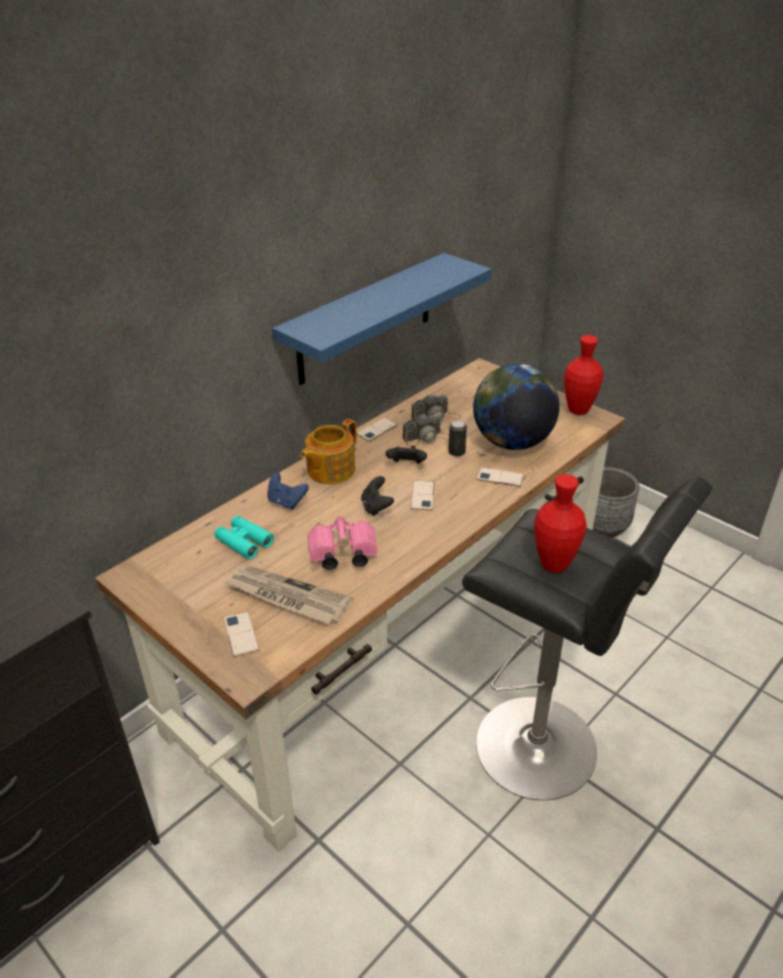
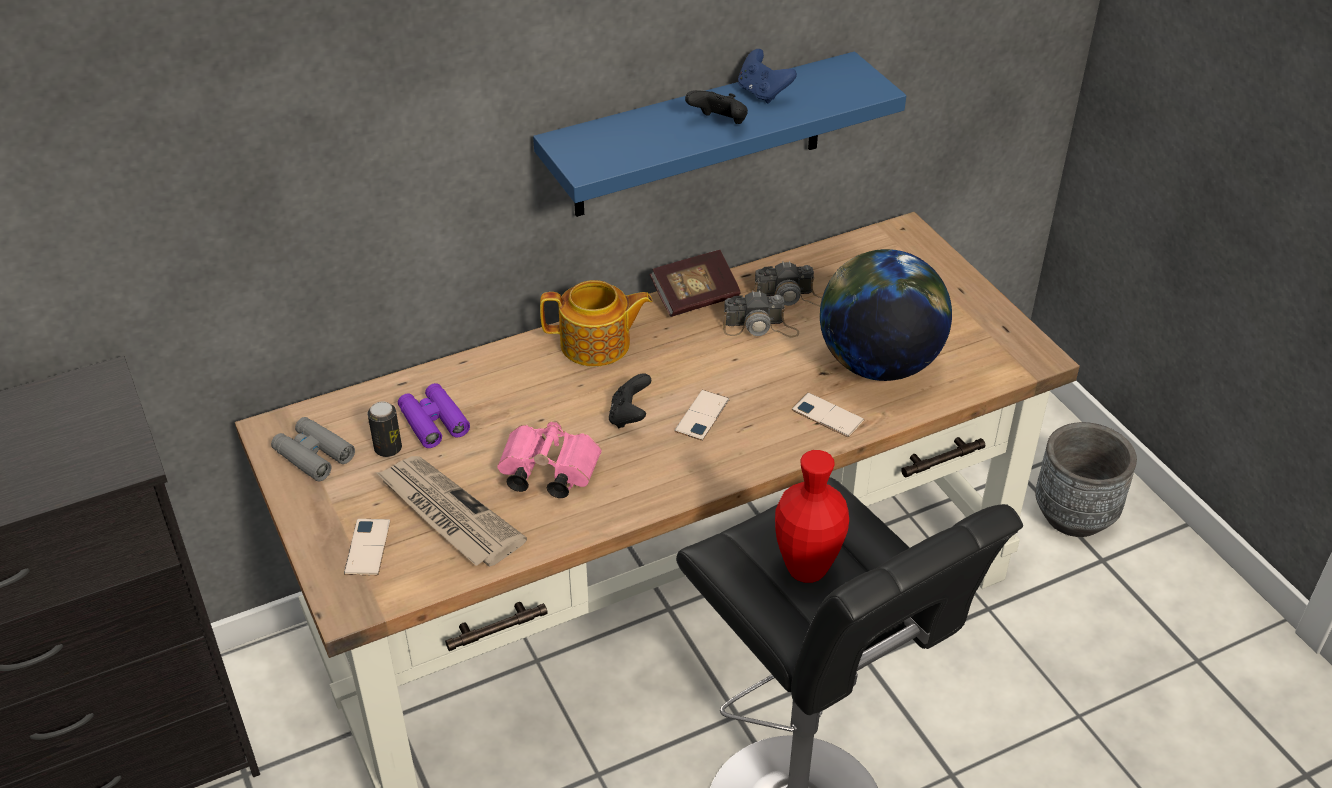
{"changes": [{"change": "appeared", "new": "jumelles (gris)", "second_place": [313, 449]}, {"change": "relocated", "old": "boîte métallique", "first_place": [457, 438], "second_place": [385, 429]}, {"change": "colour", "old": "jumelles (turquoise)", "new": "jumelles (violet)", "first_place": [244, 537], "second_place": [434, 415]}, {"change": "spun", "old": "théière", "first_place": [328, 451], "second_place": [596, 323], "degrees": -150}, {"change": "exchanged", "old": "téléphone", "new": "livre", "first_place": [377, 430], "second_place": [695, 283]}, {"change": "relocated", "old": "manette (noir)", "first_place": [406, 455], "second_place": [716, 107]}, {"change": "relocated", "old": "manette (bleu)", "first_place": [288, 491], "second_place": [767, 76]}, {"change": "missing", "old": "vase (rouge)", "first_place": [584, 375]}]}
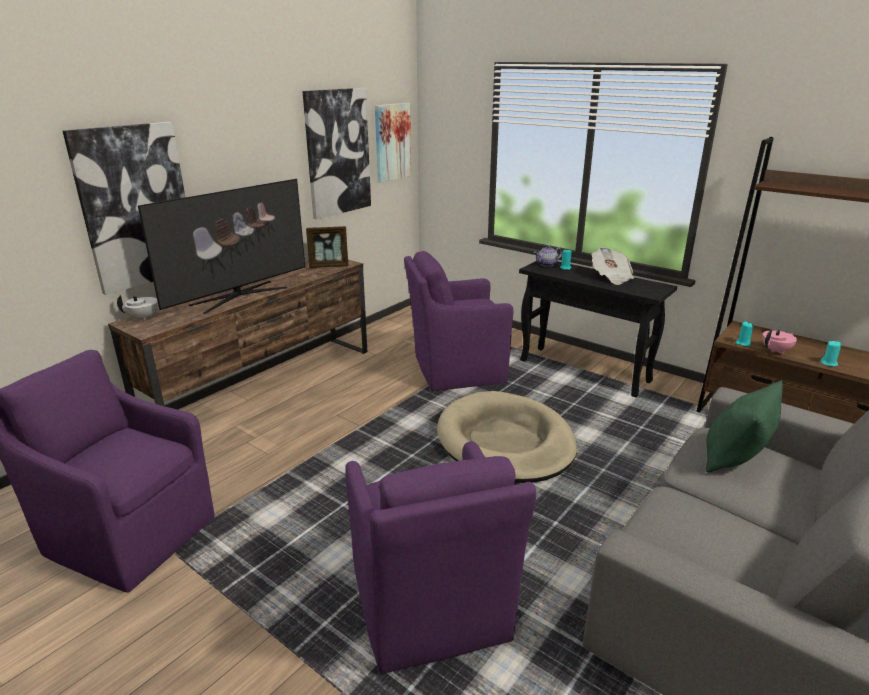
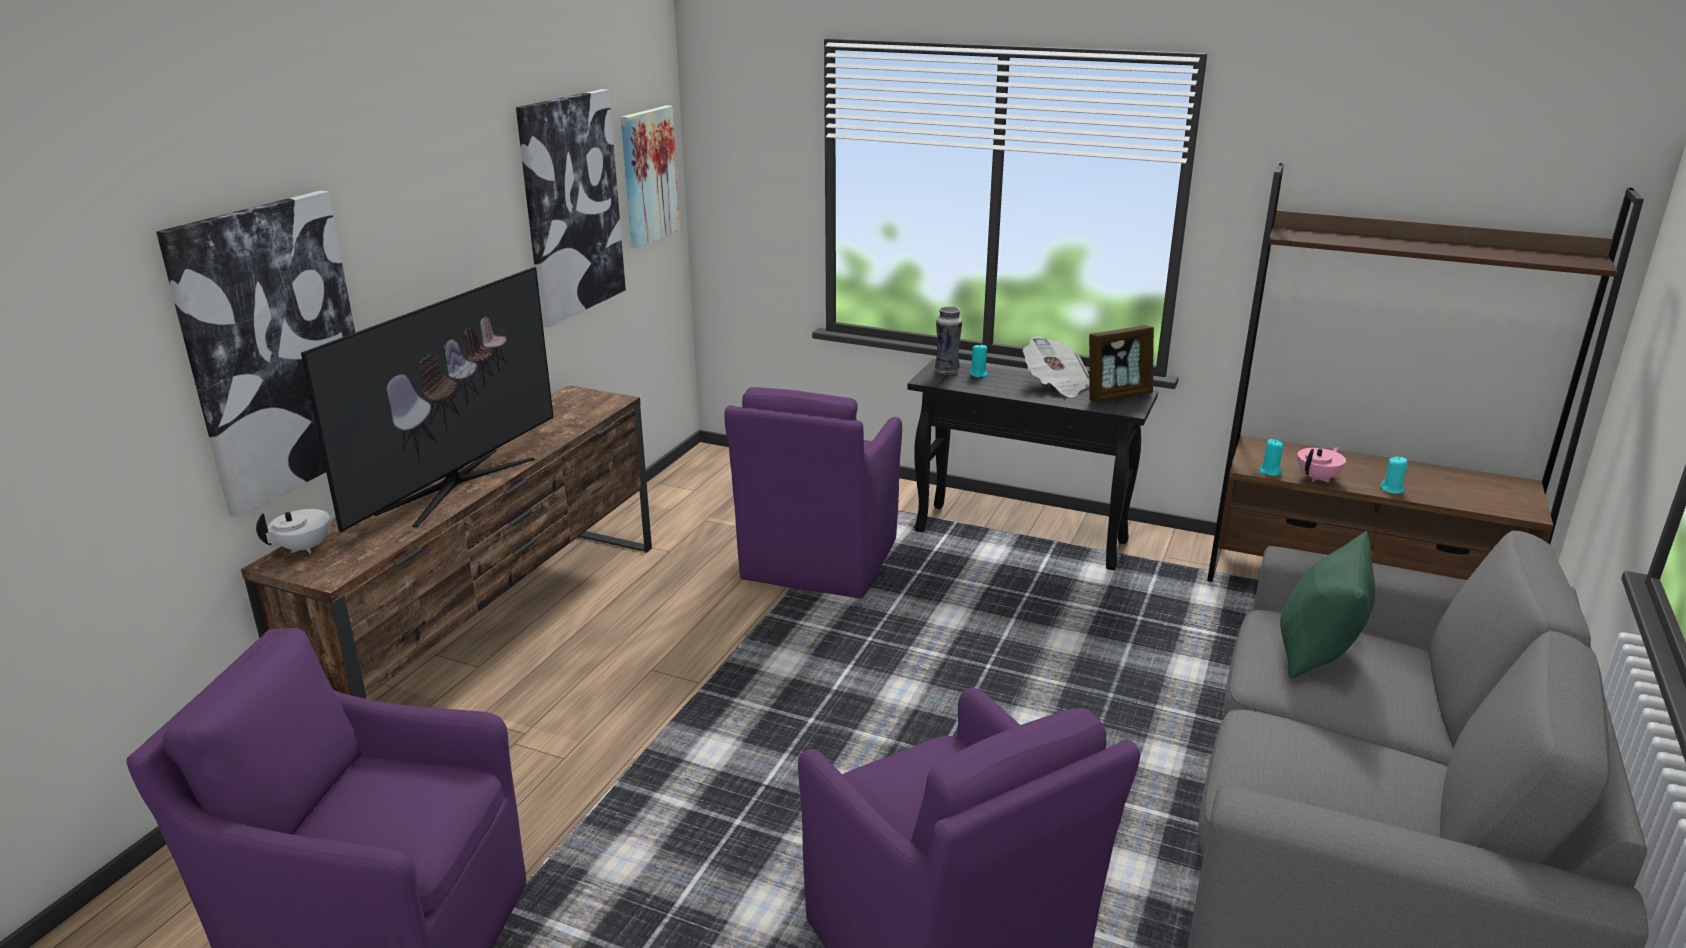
{"changes": [{"change": "spun", "old": "fauteuil (violet)", "first_place": [459, 321], "second_place": [813, 492], "degrees": -45}, {"change": "exchanged", "old": "théière", "new": "vase", "first_place": [548, 256], "second_place": [948, 340]}, {"change": "relocated", "old": "cadre photo", "first_place": [327, 247], "second_place": [1121, 363]}, {"change": "missing", "old": "panier pour chien (beige)", "first_place": [507, 437]}]}
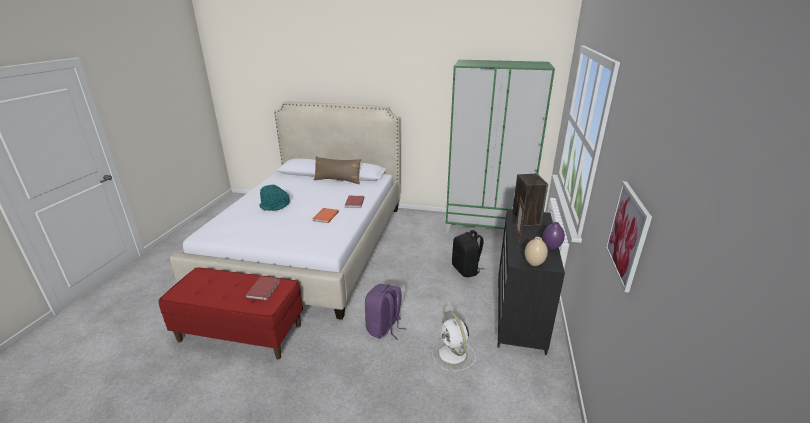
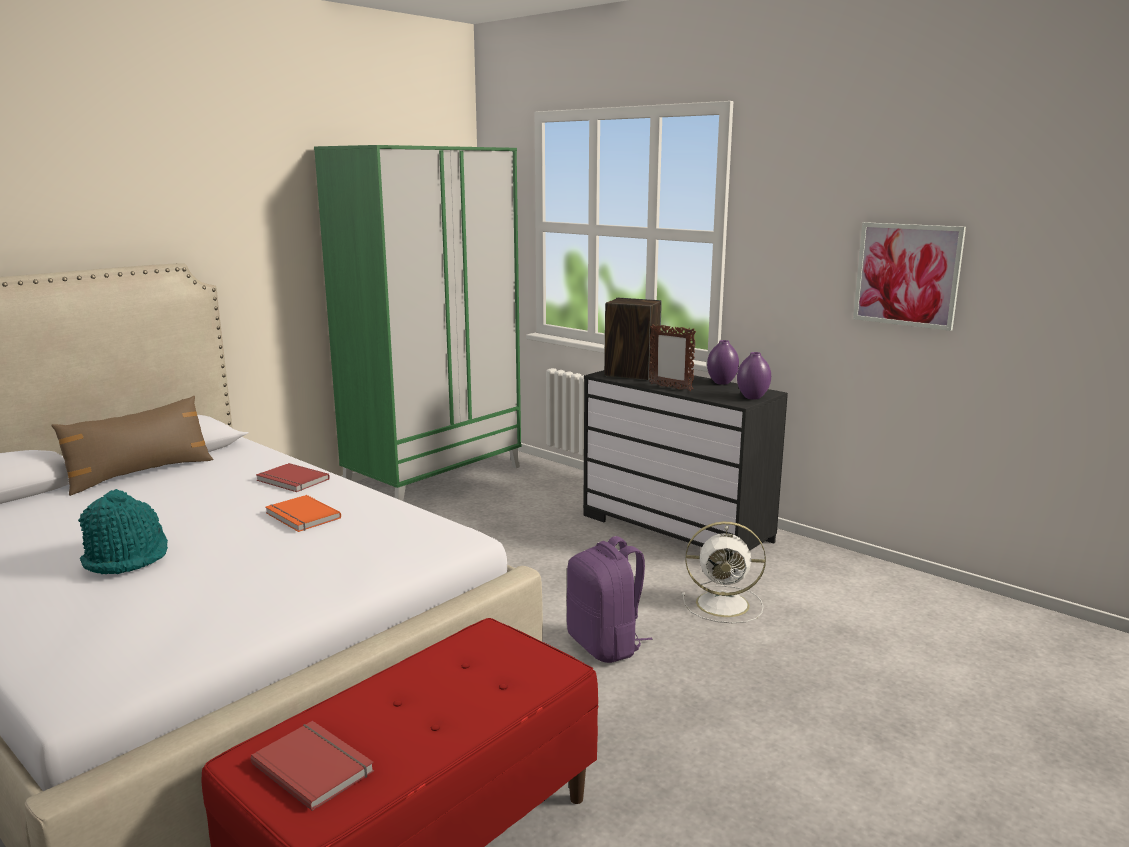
{"changes": [{"change": "relocated", "old": "livre (rouge)", "first_place": [263, 288], "second_place": [312, 766]}, {"change": "colour", "old": "vase (beige)", "new": "vase (violet)", "first_place": [536, 251], "second_place": [754, 375]}, {"change": "missing", "old": "sac à dos (noir)", "first_place": [468, 253]}]}
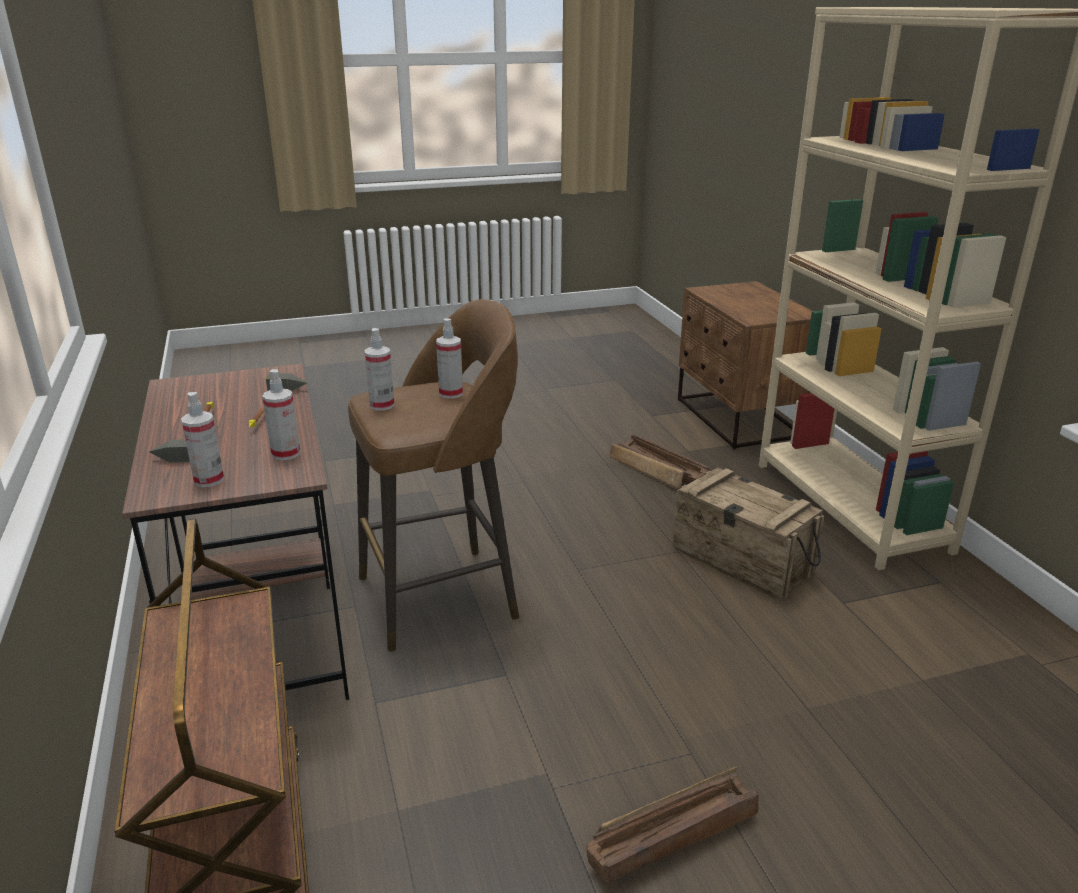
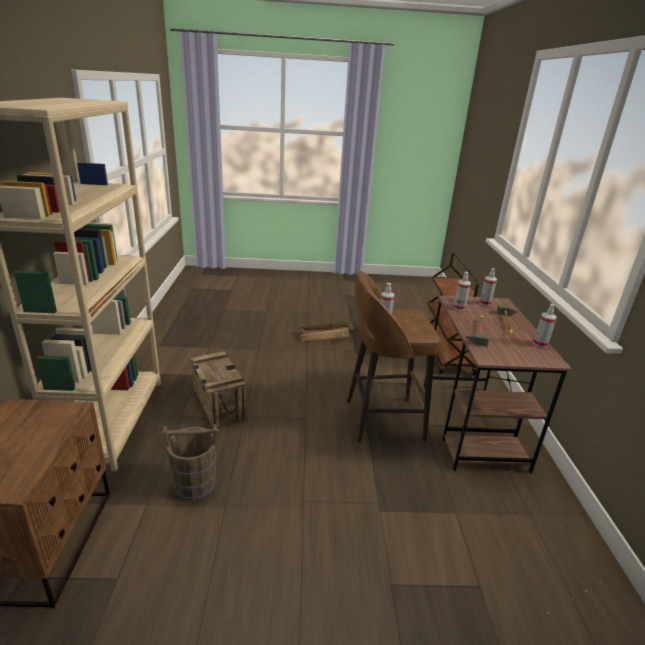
{"changes": [{"change": "exchanged", "old": "caisse", "new": "seau (marron)", "first_place": [659, 462], "second_place": [190, 462]}, {"change": "relocated", "old": "vaporisateur", "first_place": [379, 369], "second_place": [545, 326]}]}
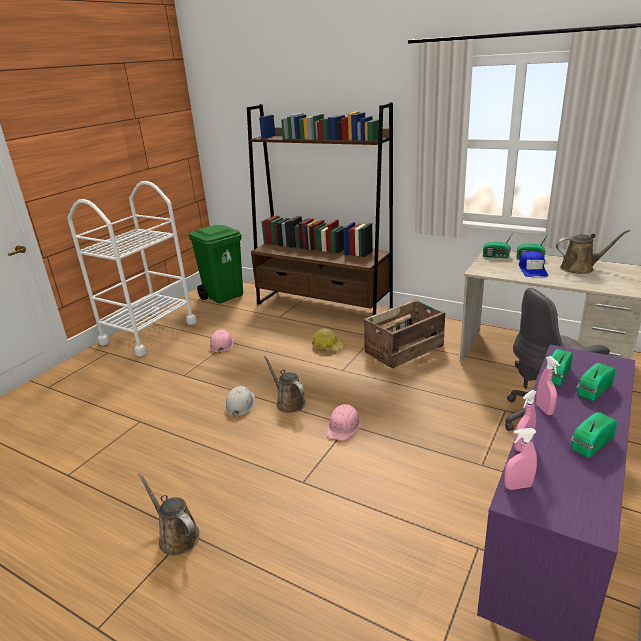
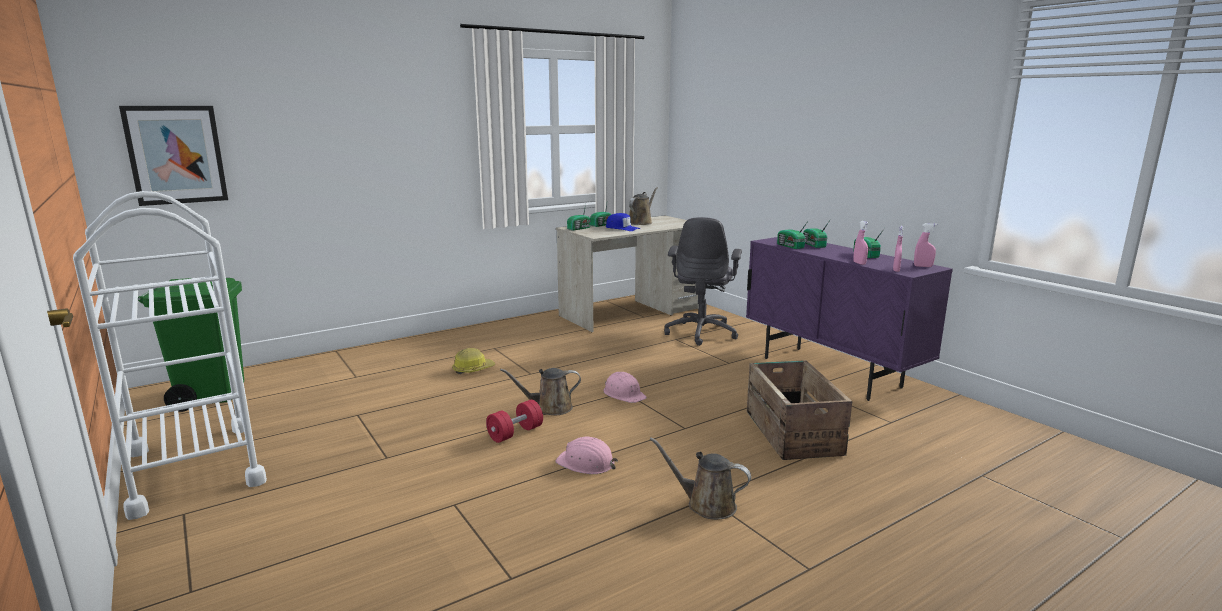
{"changes": [{"change": "appeared", "new": "tableau", "second_place": [173, 156]}, {"change": "exchanged", "old": "casque de chantier (blanc)", "new": "haltère (rouge)", "first_place": [240, 401], "second_place": [514, 421]}, {"change": "relocated", "old": "casque de chantier (rose)", "first_place": [222, 341], "second_place": [587, 455]}, {"change": "spun", "old": "arrosoir (marron)", "first_place": [169, 513], "second_place": [700, 478], "degrees": 45}, {"change": "relocated", "old": "caisse", "first_place": [404, 334], "second_place": [799, 410]}, {"change": "relocated", "old": "vaporisateur (rose)", "first_place": [548, 385], "second_place": [925, 245]}, {"change": "missing", "old": "bibliothèque (marron)", "first_place": [320, 208]}]}
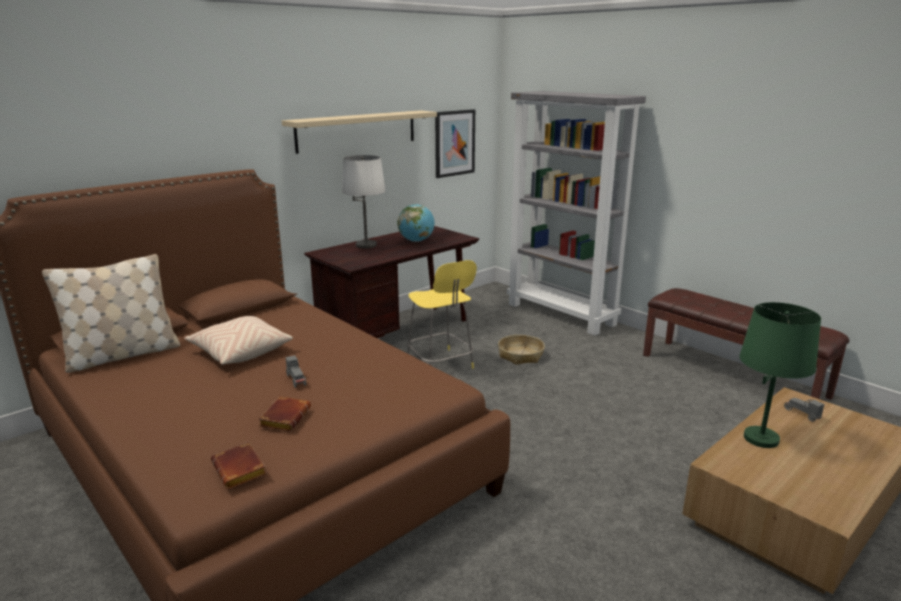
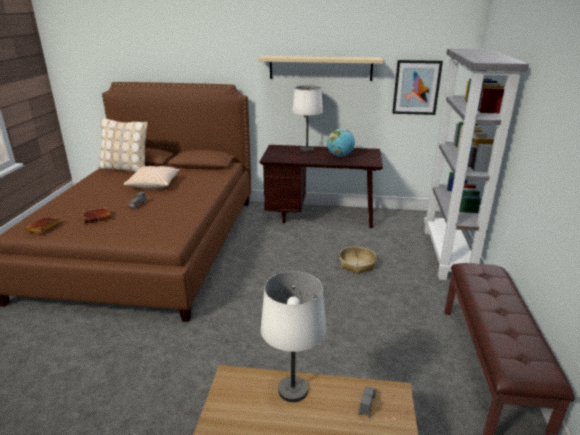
{"changes": [{"change": "colour", "old": "lampe de table (vert)", "new": "lampe de table (blanc)", "first_place": [780, 375], "second_place": [293, 336]}, {"change": "missing", "old": "tabouret (jaune)", "first_place": [442, 314]}]}
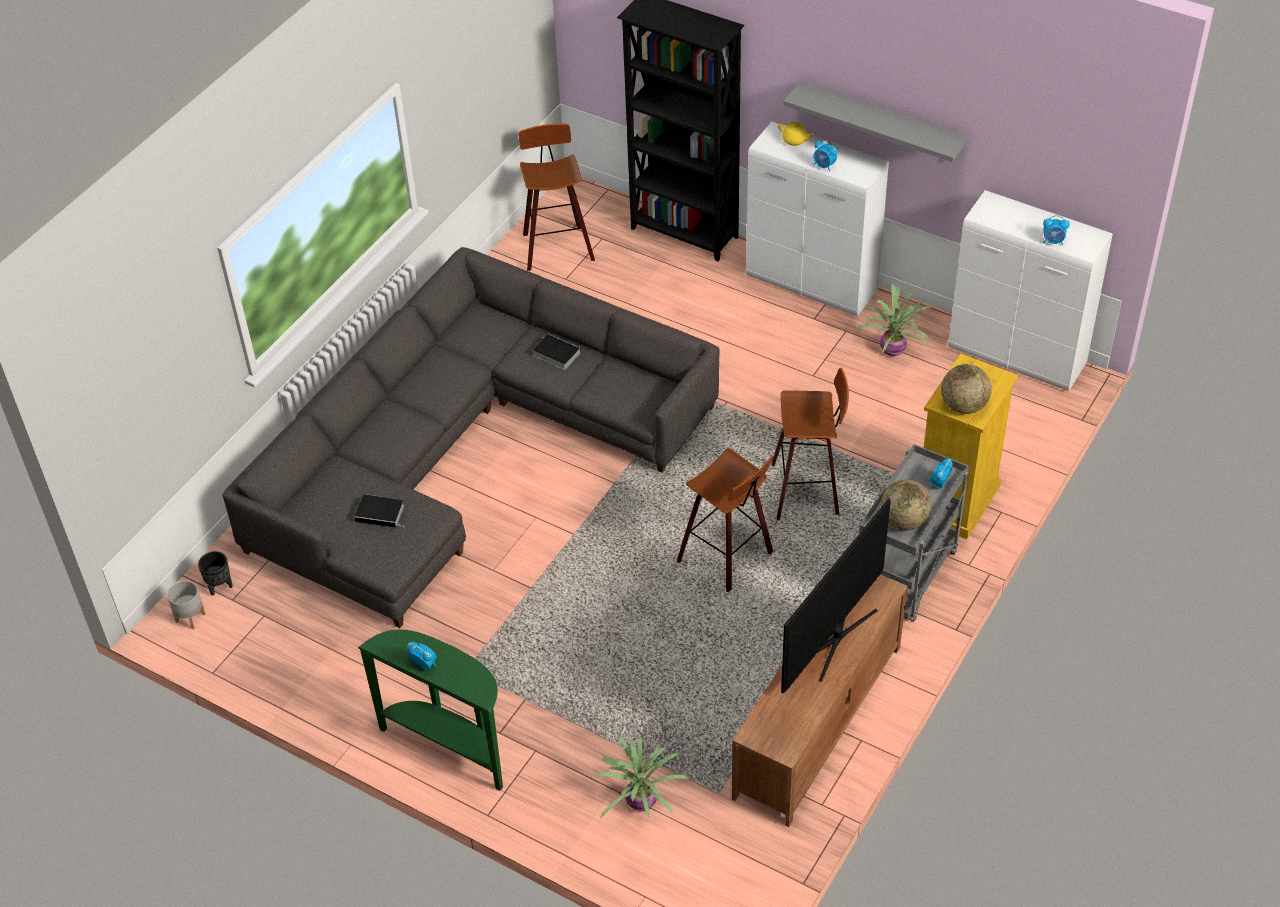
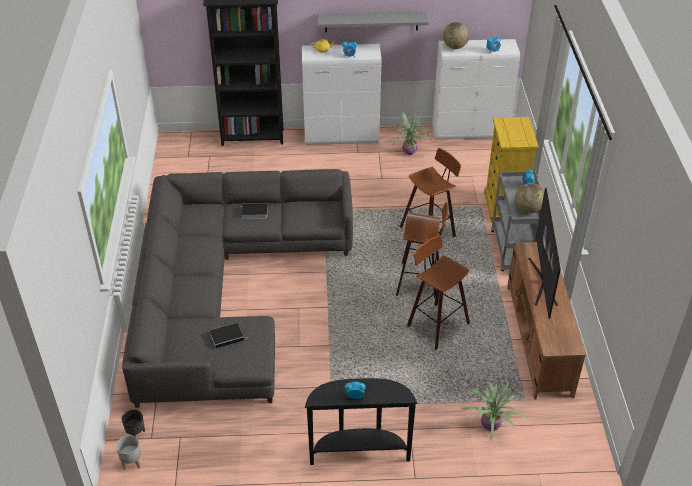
{"changes": [{"change": "colour", "old": "table console (vert)", "new": "table console (noir)", "first_place": [430, 710], "second_place": [361, 421]}, {"change": "relocated", "old": "tabouret", "first_place": [556, 197], "second_place": [438, 292]}, {"change": "relocated", "old": "globe", "first_place": [966, 389], "second_place": [456, 35]}]}
